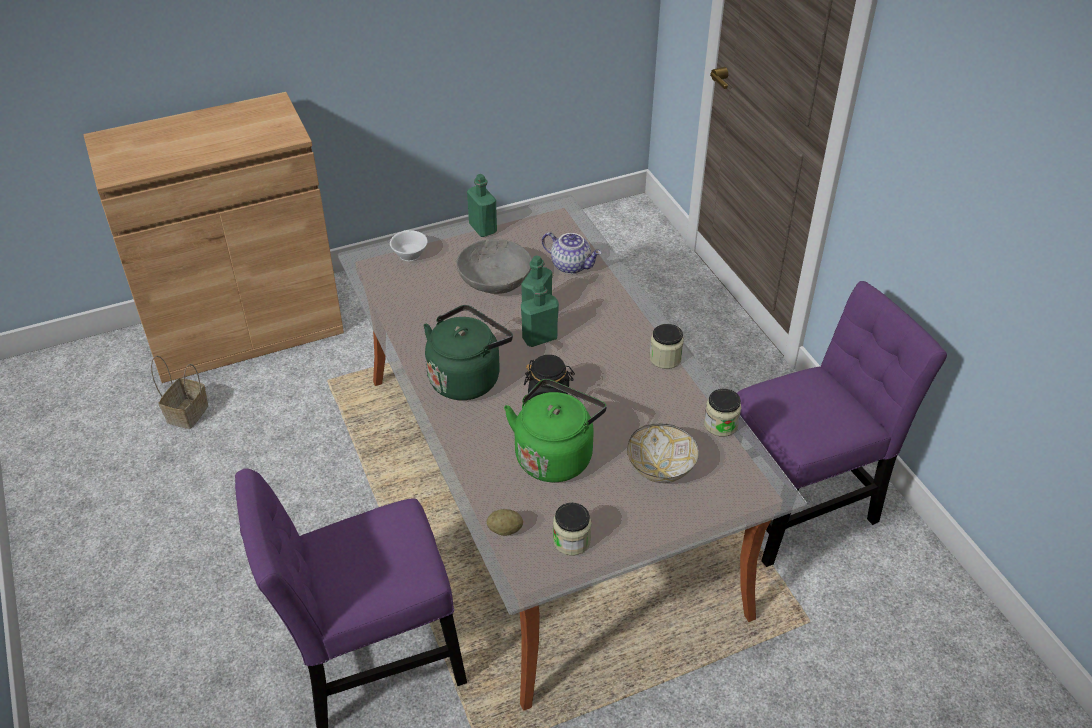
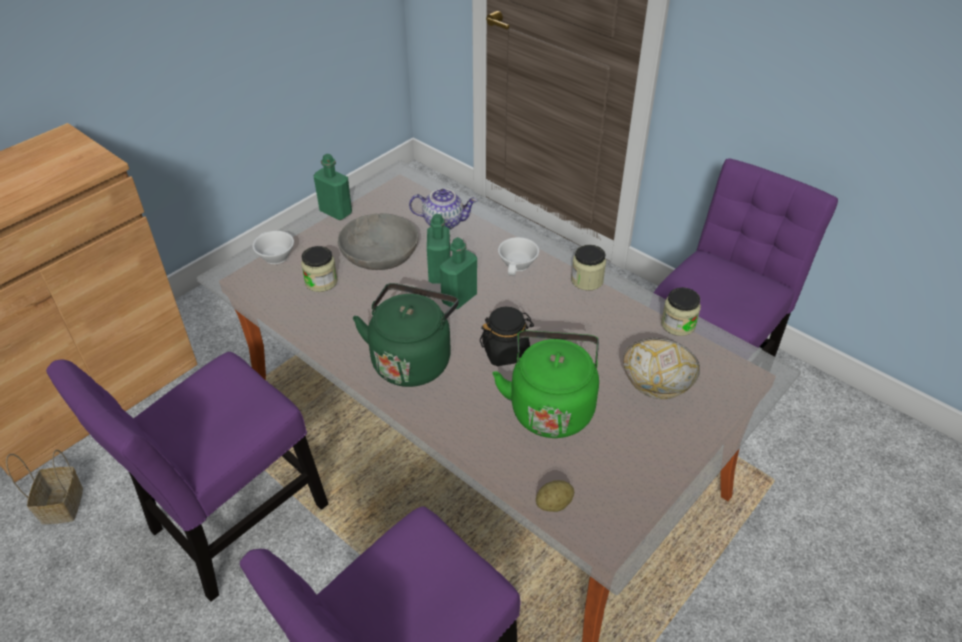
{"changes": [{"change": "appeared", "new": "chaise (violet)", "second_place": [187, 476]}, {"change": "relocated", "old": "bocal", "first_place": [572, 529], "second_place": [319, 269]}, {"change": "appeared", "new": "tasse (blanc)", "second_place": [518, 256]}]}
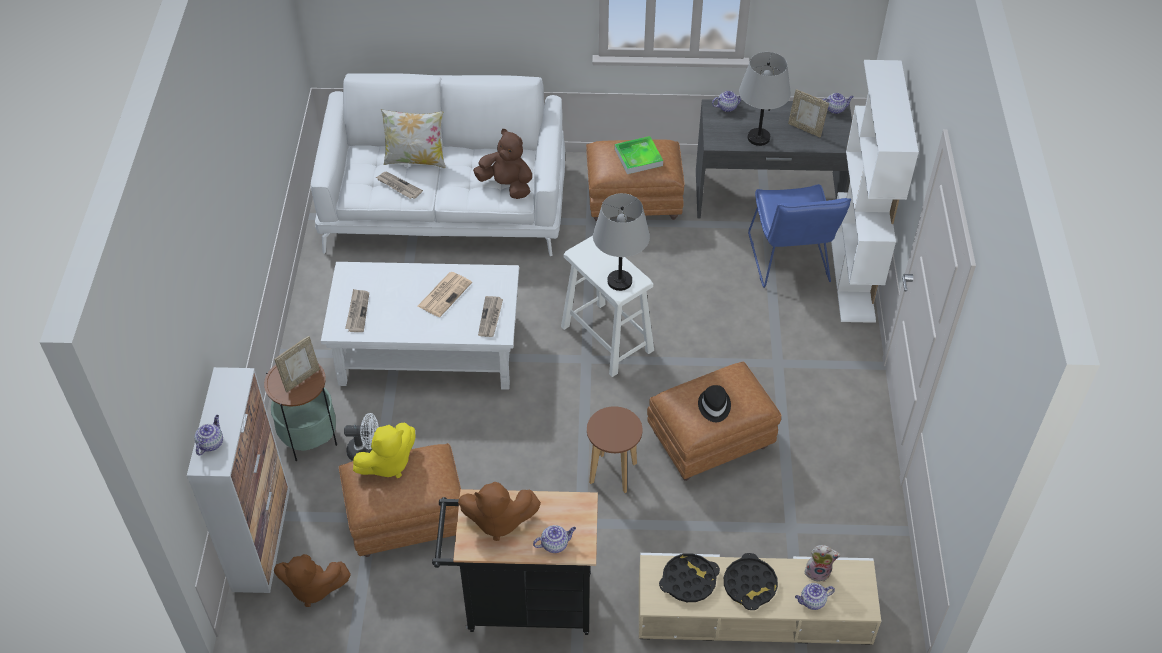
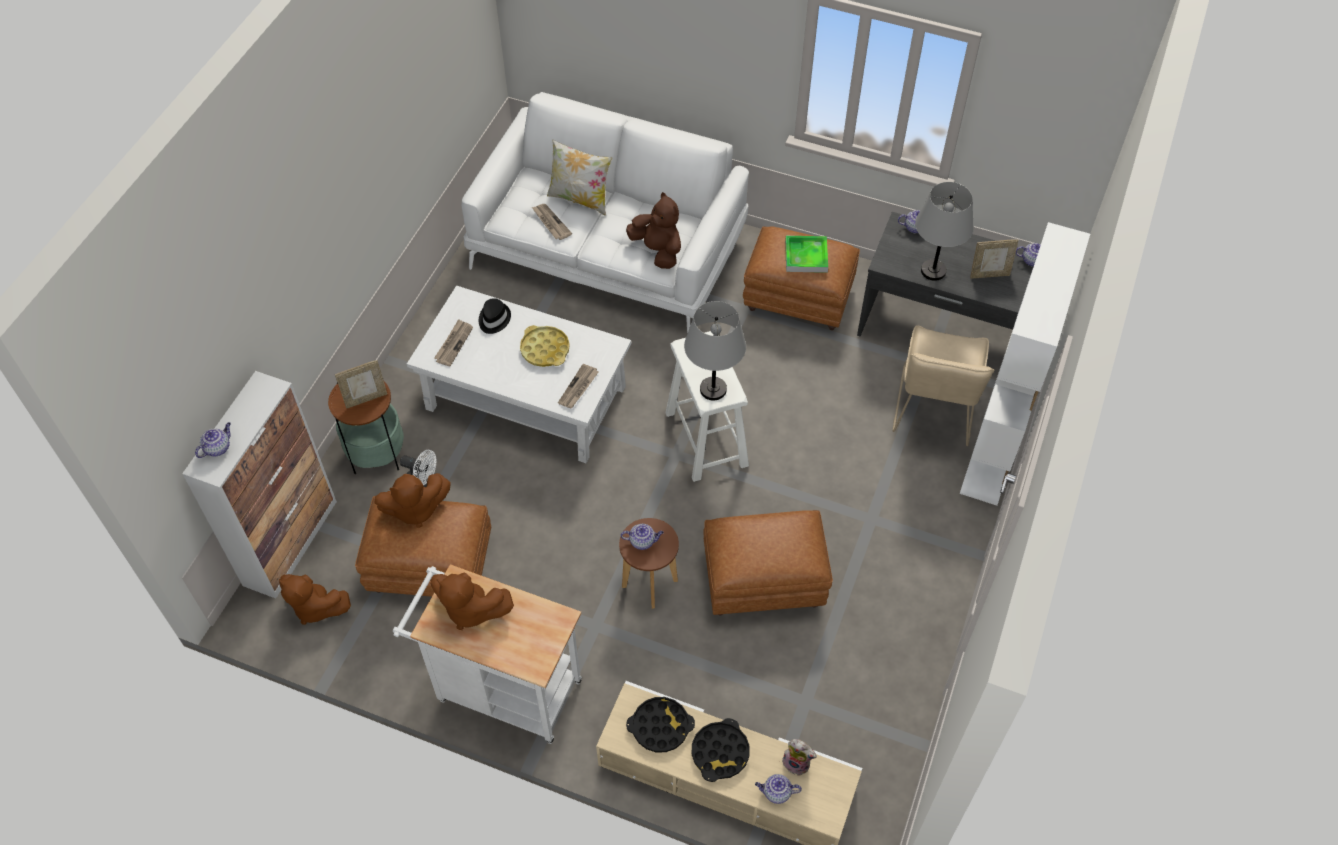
{"changes": [{"change": "colour", "old": "peluche (jaune)", "new": "peluche (marron)", "first_place": [384, 450], "second_place": [413, 500]}, {"change": "colour", "old": "chariot (noir)", "new": "chariot (blanc)", "first_place": [515, 562], "second_place": [487, 654]}, {"change": "relocated", "old": "chapeau (noir)", "first_place": [714, 403], "second_place": [495, 316]}, {"change": "exchanged", "old": "journal", "new": "plateau (jaune)", "first_place": [445, 294], "second_place": [545, 346]}, {"change": "relocated", "old": "théière", "first_place": [554, 539], "second_place": [642, 537]}, {"change": "colour", "old": "chaise (bleu)", "new": "chaise (beige)", "first_place": [799, 236], "second_place": [943, 385]}, {"change": "spun", "old": "cadre photo", "first_place": [808, 113], "second_place": [994, 259], "degrees": -60}]}
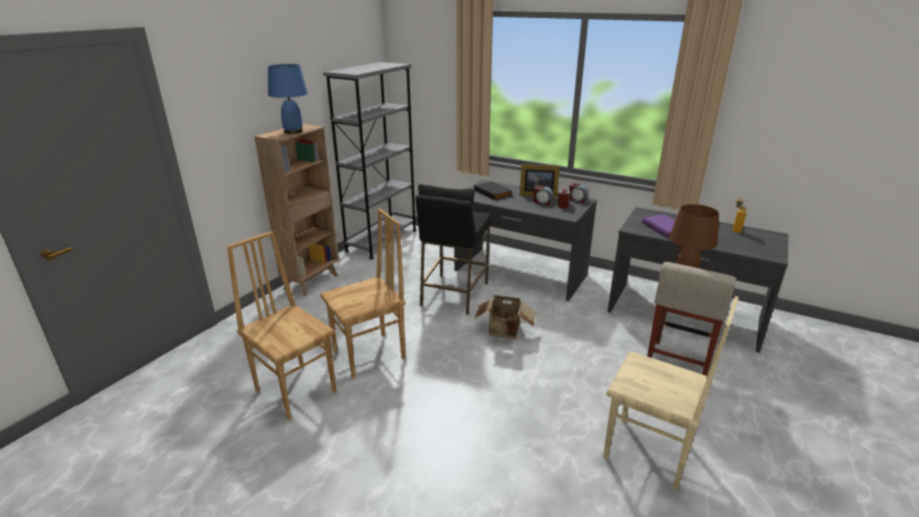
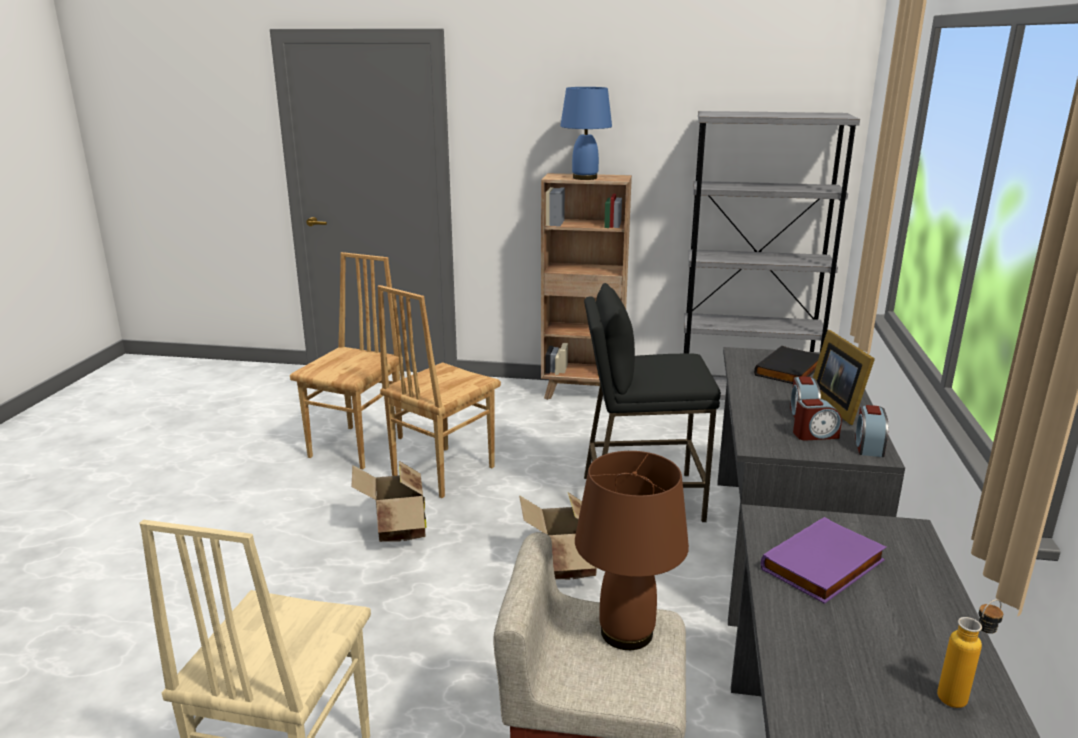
{"changes": [{"change": "appeared", "new": "carton", "second_place": [389, 501]}, {"change": "spun", "old": "chaise (marron)", "first_place": [363, 294], "second_place": [439, 391], "degrees": 90}]}
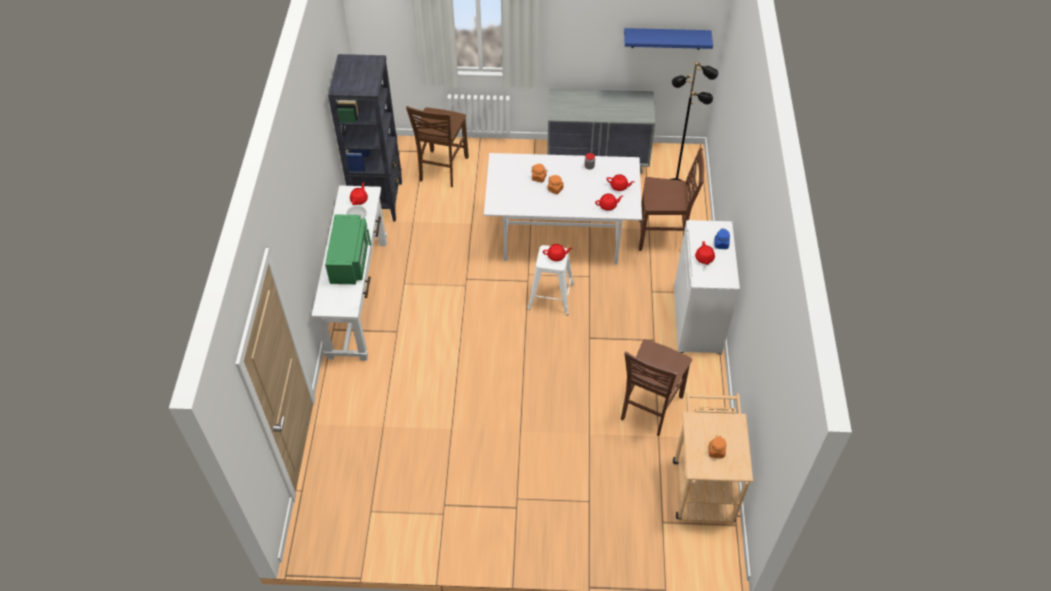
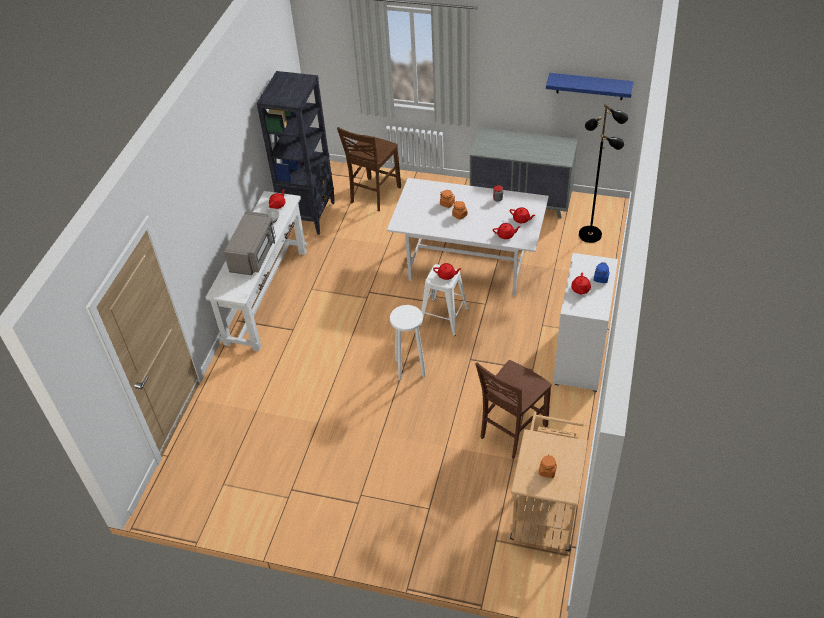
{"changes": [{"change": "colour", "old": "micro-ondes (vert)", "new": "micro-ondes (gris)", "first_place": [348, 249], "second_place": [250, 243]}, {"change": "appeared", "new": "tabouret (blanc)", "second_place": [408, 342]}, {"change": "missing", "old": "chaise (marron)", "first_place": [671, 199]}]}
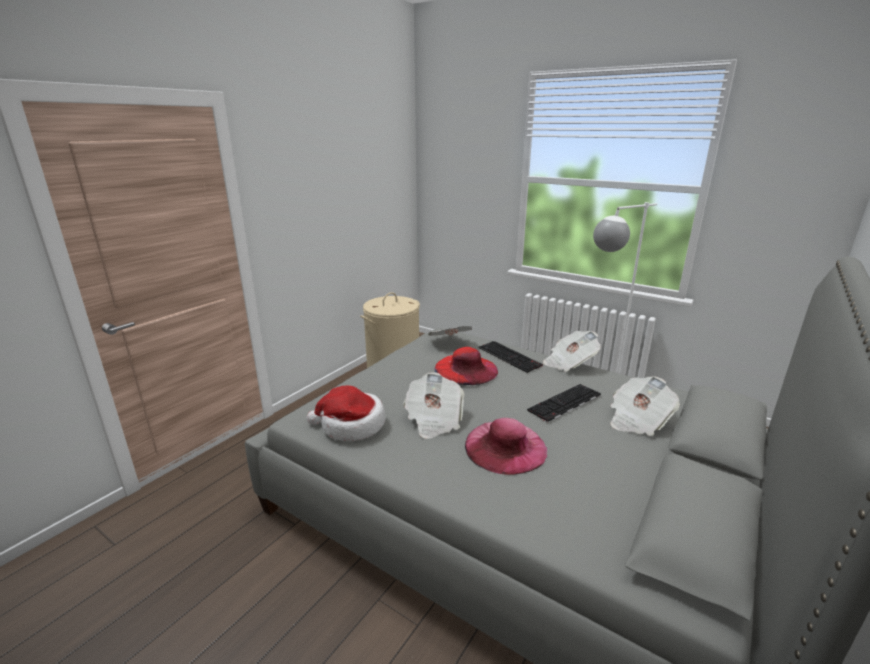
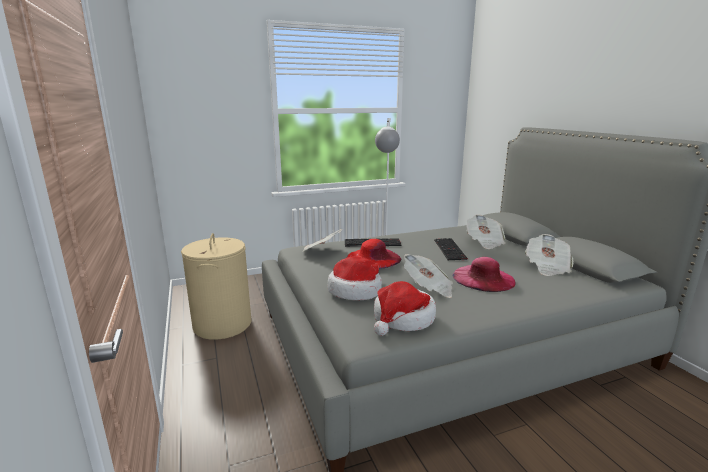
{"changes": [{"change": "appeared", "new": "chapeau", "second_place": [355, 278]}, {"change": "relocated", "old": "journal", "first_place": [572, 351], "second_place": [549, 255]}]}
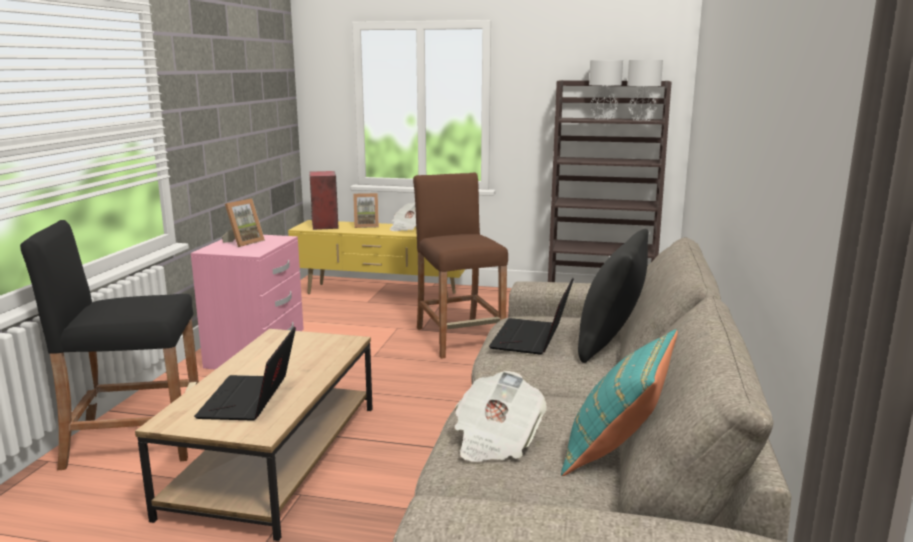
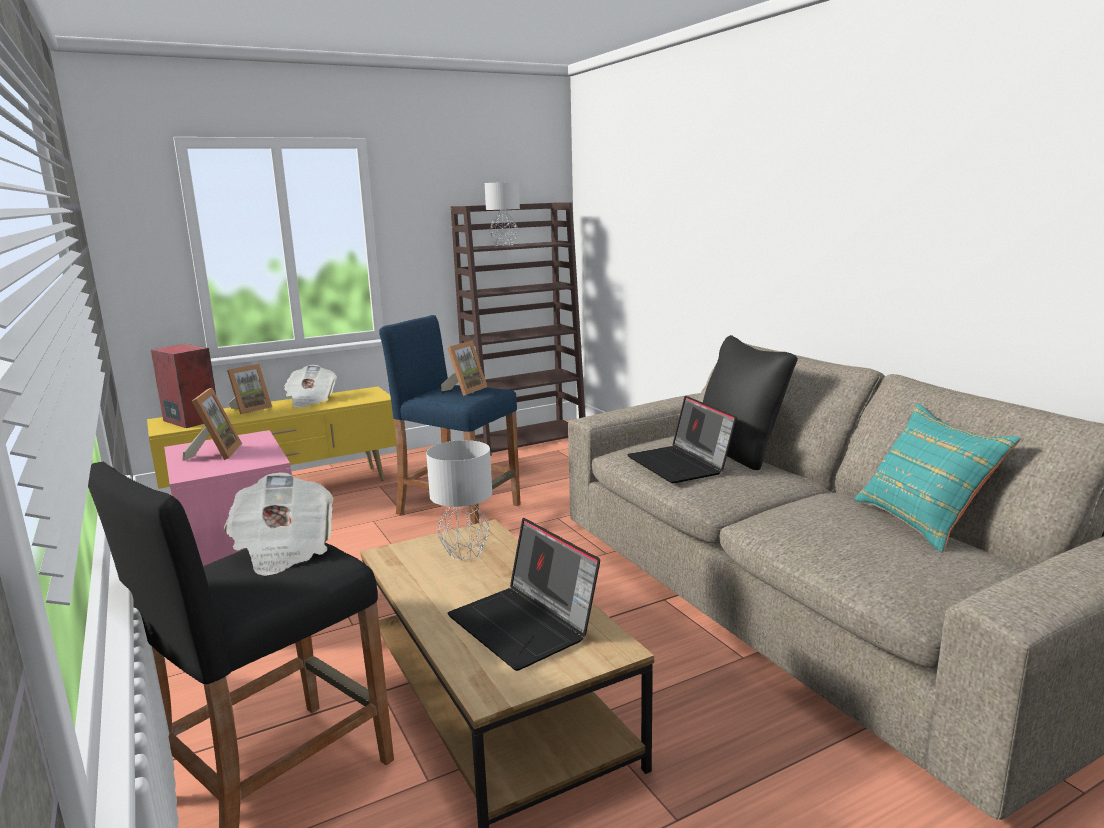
{"changes": [{"change": "relocated", "old": "journal", "first_place": [500, 416], "second_place": [278, 524]}, {"change": "colour", "old": "tabouret (marron)", "new": "tabouret (bleu)", "first_place": [460, 265], "second_place": [449, 420]}, {"change": "relocated", "old": "lampe de table (gris)", "first_place": [645, 90], "second_place": [459, 500]}, {"change": "appeared", "new": "cadre photo", "second_place": [464, 368]}]}
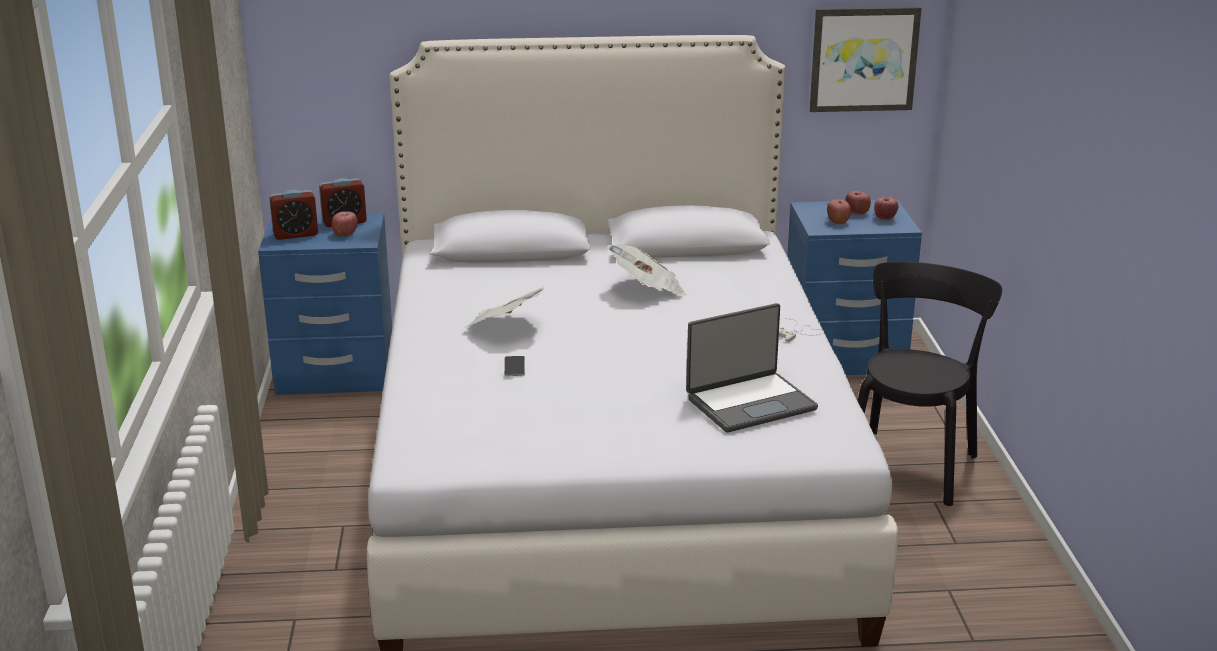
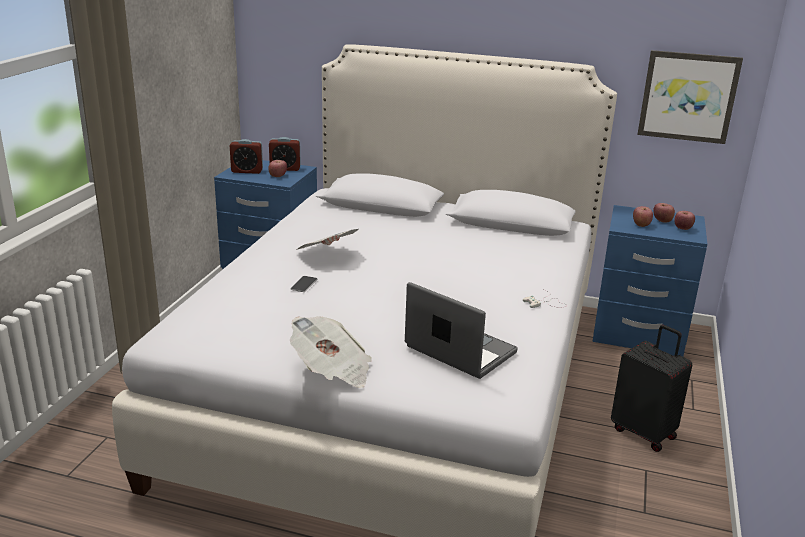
{"changes": [{"change": "relocated", "old": "journal", "first_place": [646, 269], "second_place": [331, 352]}, {"change": "spun", "old": "ordinateur portable", "first_place": [752, 368], "second_place": [461, 330], "degrees": -135}, {"change": "exchanged", "old": "chaise (noir)", "new": "valise (noir)", "first_place": [930, 384], "second_place": [651, 388]}]}
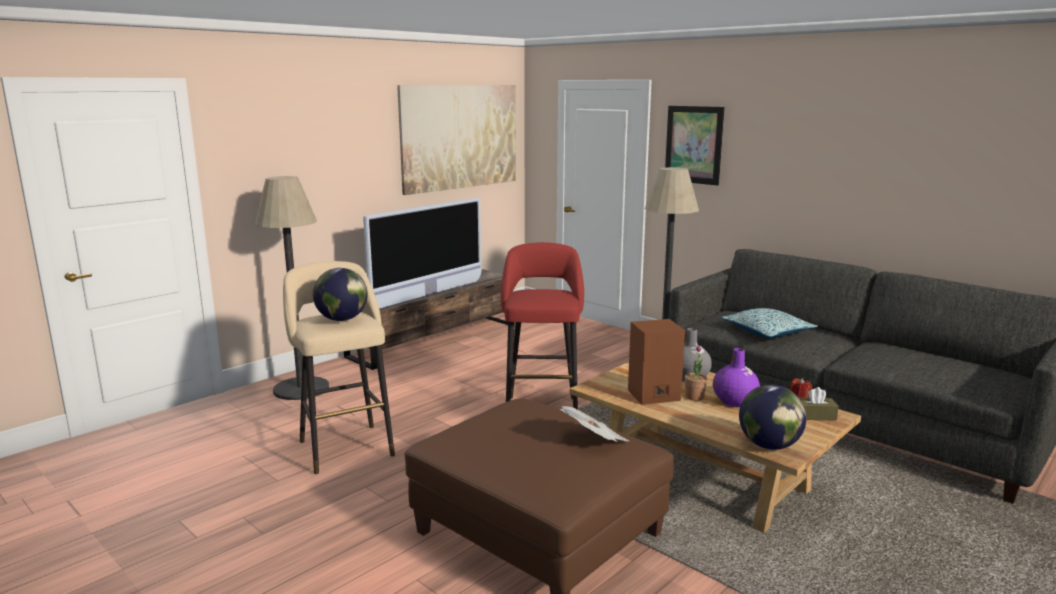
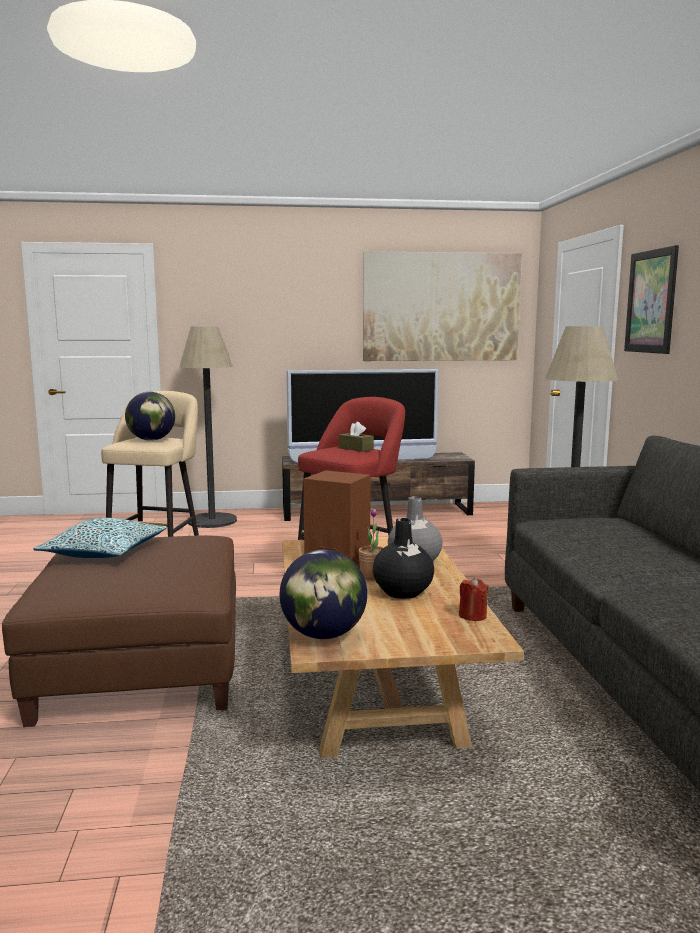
{"changes": [{"change": "relocated", "old": "coussin", "first_place": [769, 323], "second_place": [100, 538]}, {"change": "relocated", "old": "boîte à mouchoirs (marron)", "first_place": [819, 404], "second_place": [356, 437]}, {"change": "colour", "old": "vase (violet)", "new": "vase (noir)", "first_place": [736, 377], "second_place": [403, 558]}, {"change": "missing", "old": "journal", "first_place": [594, 424]}]}
